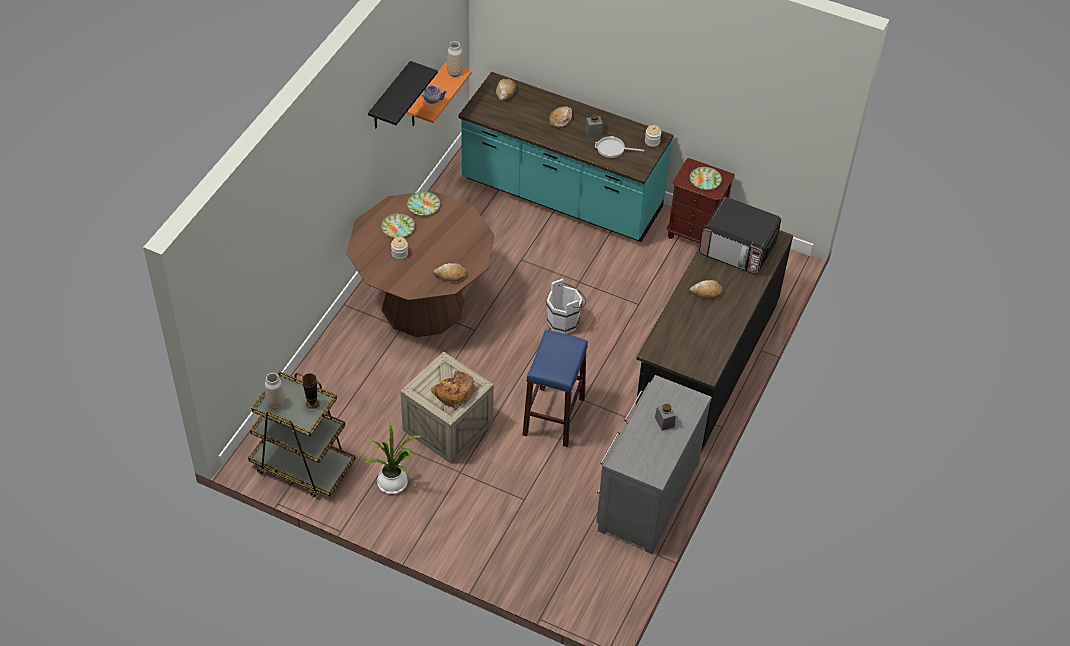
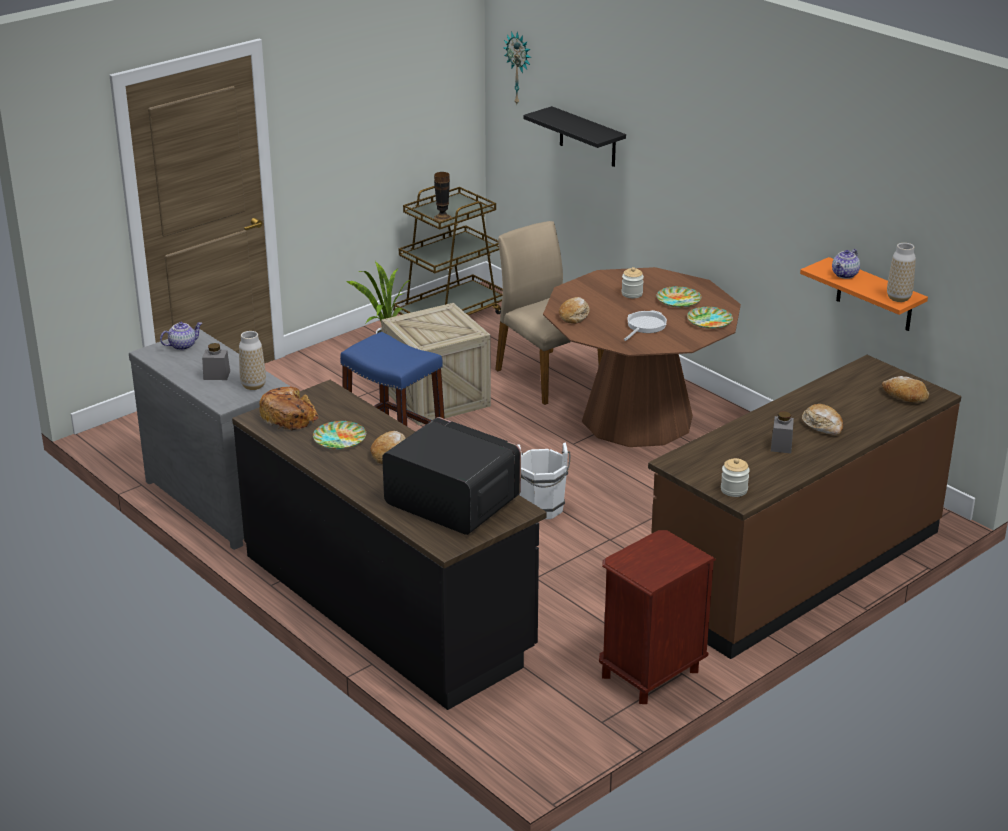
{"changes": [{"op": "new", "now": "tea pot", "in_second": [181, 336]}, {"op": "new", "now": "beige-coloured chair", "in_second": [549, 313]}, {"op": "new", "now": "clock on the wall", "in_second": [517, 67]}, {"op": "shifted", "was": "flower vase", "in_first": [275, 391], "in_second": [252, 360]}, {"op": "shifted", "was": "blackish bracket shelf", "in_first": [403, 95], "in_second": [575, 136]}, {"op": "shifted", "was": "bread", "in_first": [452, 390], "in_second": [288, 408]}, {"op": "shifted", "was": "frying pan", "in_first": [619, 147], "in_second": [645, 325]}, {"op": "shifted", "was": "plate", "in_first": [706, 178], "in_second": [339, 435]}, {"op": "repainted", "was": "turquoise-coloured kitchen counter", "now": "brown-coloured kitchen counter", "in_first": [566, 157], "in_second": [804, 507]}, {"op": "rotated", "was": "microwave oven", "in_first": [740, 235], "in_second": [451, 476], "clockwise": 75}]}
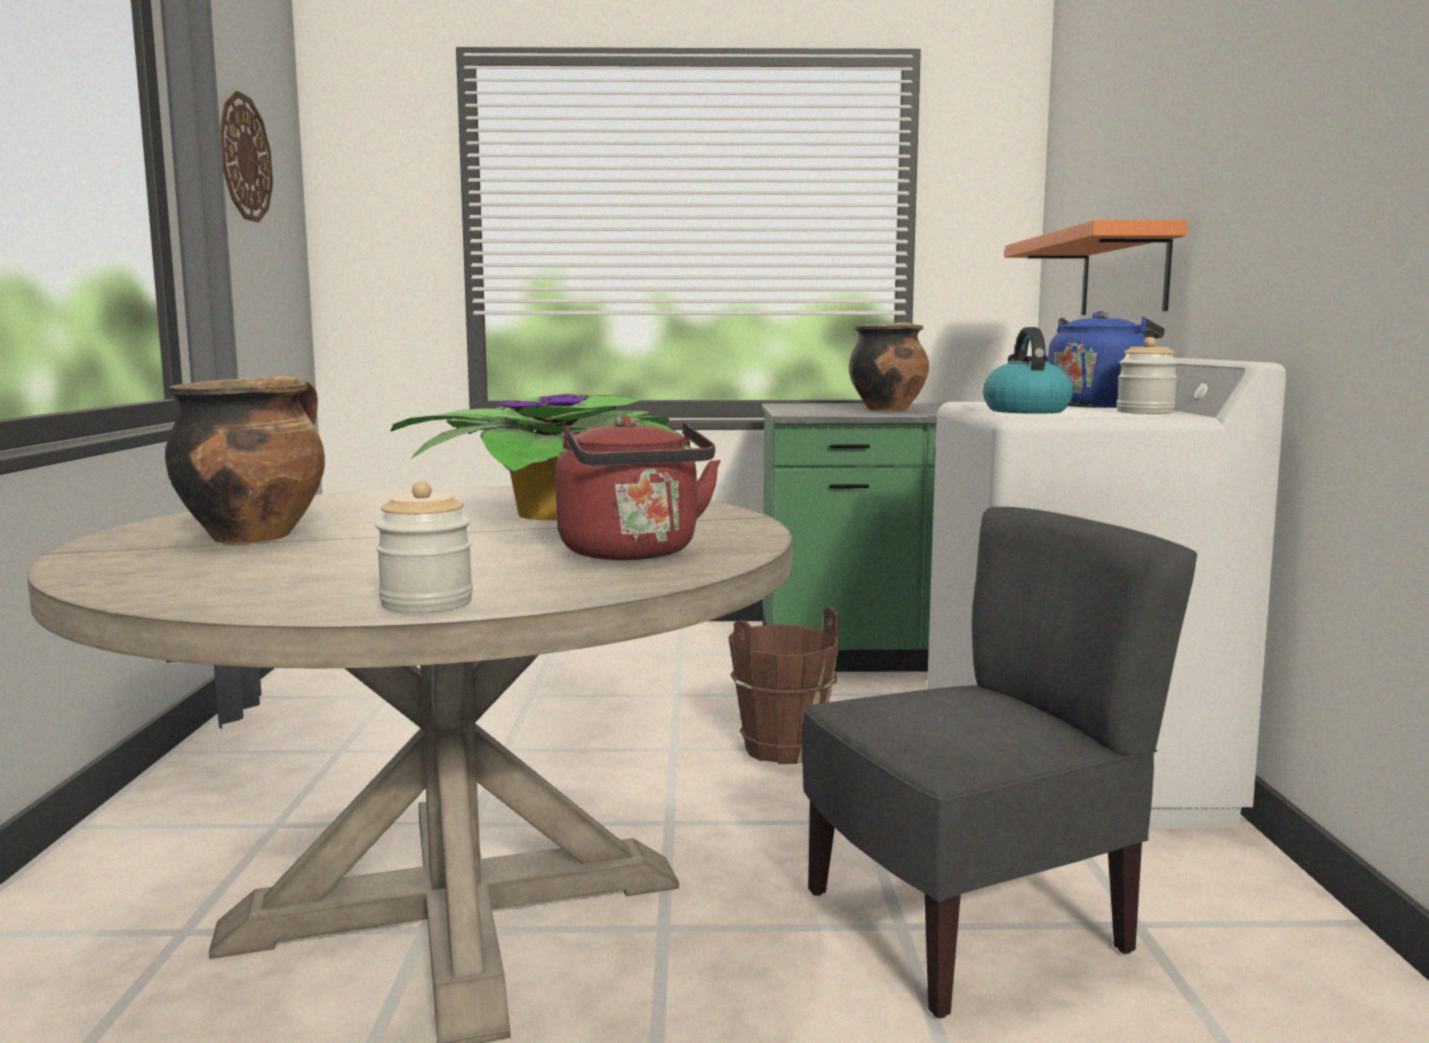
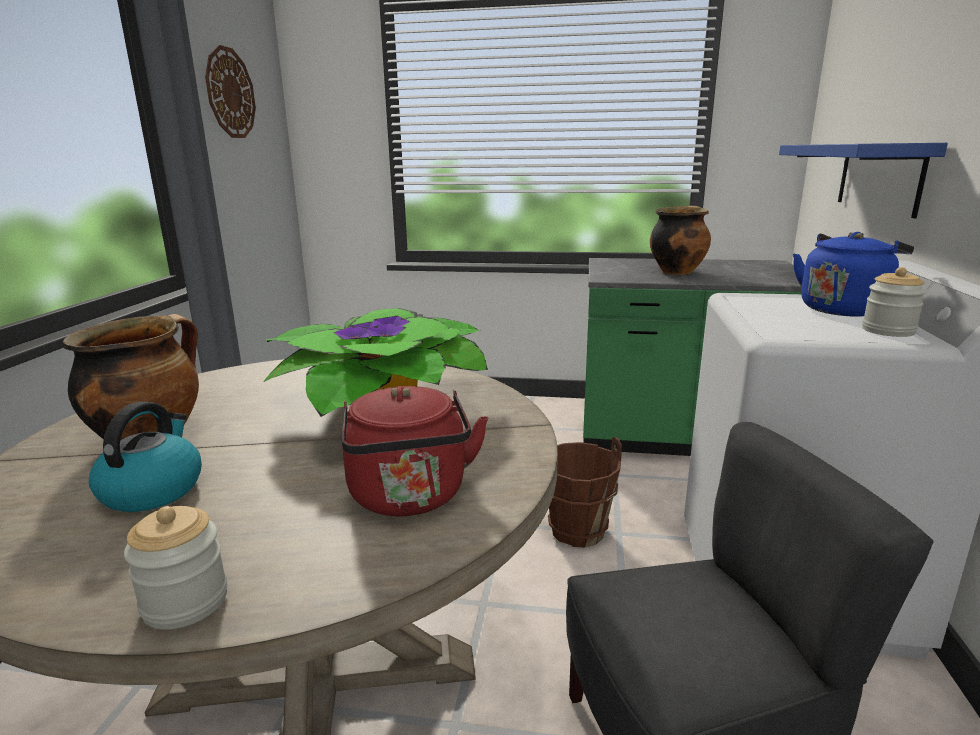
{"changes": [{"op": "shifted", "was": "tea kettle", "in_first": [1028, 370], "in_second": [145, 456]}, {"op": "repainted", "was": "orangey bracket shelf", "now": "blue bracket shelf", "in_first": [1096, 267], "in_second": [863, 180]}]}
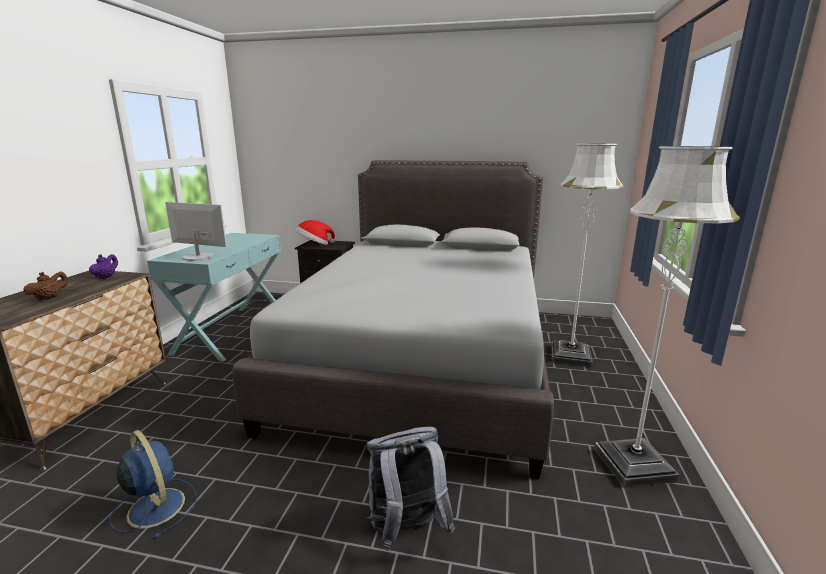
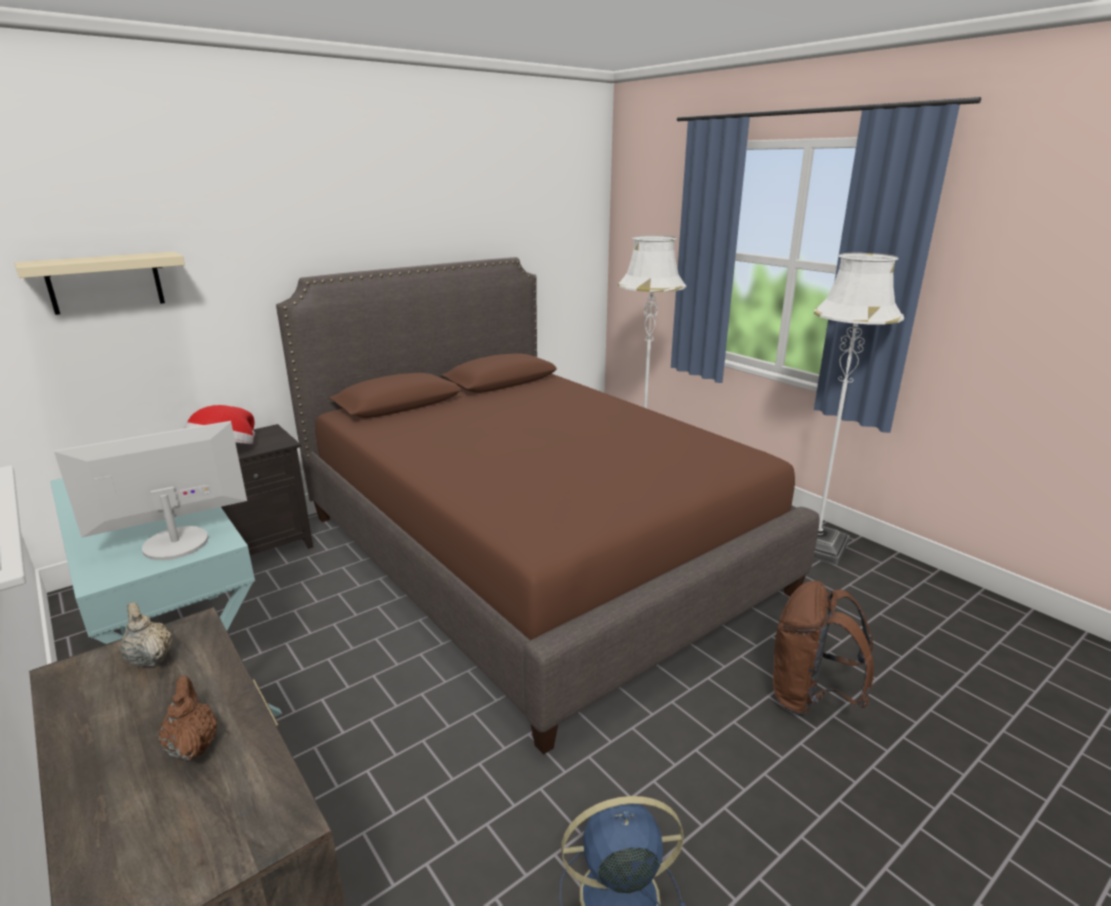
{"changes": [{"op": "new", "now": "beige-coloured bracket shelf", "in_second": [99, 283]}, {"op": "repainted", "was": "purple tea pot", "now": "beige-coloured tea pot", "in_first": [103, 266], "in_second": [146, 634]}, {"op": "repainted", "was": "grey sleeping bed", "now": "brown-coloured sleeping bed", "in_first": [393, 319], "in_second": [548, 506]}, {"op": "repainted", "was": "grey backpack", "now": "brown-coloured backpack", "in_first": [410, 489], "in_second": [823, 648]}]}
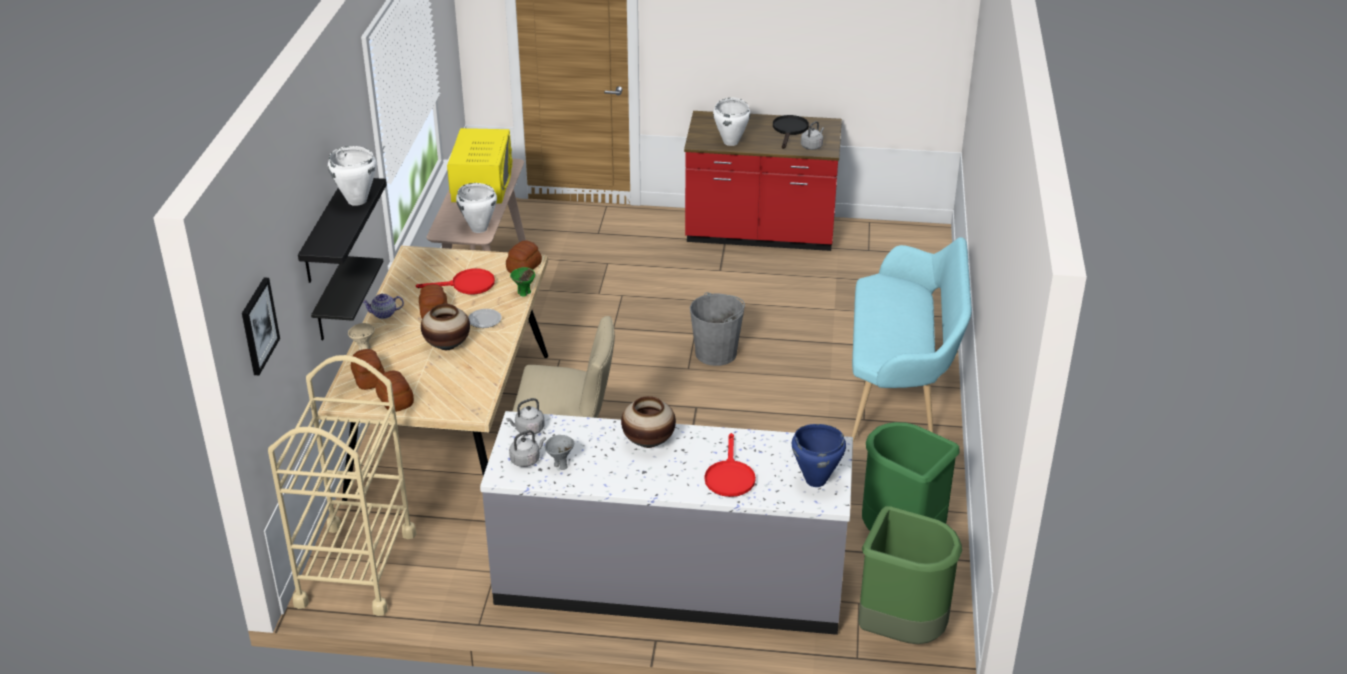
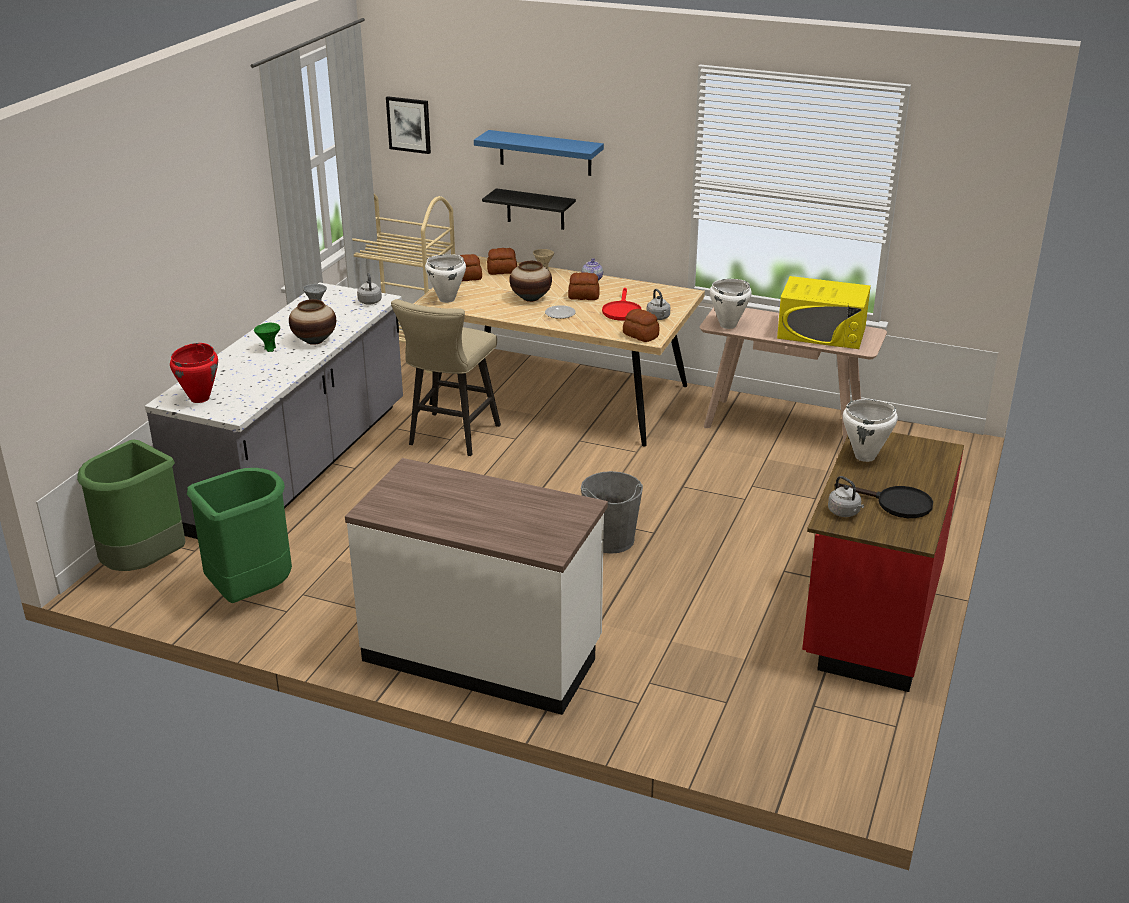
{"changes": [{"op": "gone", "was": "reddish frying pan", "in_first": [730, 465]}, {"op": "shifted", "was": "white saucepot", "in_first": [352, 176], "in_second": [445, 278]}, {"op": "shifted", "was": "grey tea kettle", "in_first": [527, 448], "in_second": [658, 304]}, {"op": "shifted", "was": "green bowl", "in_first": [522, 282], "in_second": [267, 337]}, {"op": "swapped", "was": "turquoise-coloured indoor bench", "now": "white kitchen counter", "in_first": [911, 339], "in_second": [476, 586]}, {"op": "repainted", "was": "blackish bracket shelf", "now": "blue bracket shelf", "in_first": [342, 230], "in_second": [539, 153]}, {"op": "repainted", "was": "blue saucepot", "now": "reddish saucepot", "in_first": [819, 455], "in_second": [194, 373]}]}
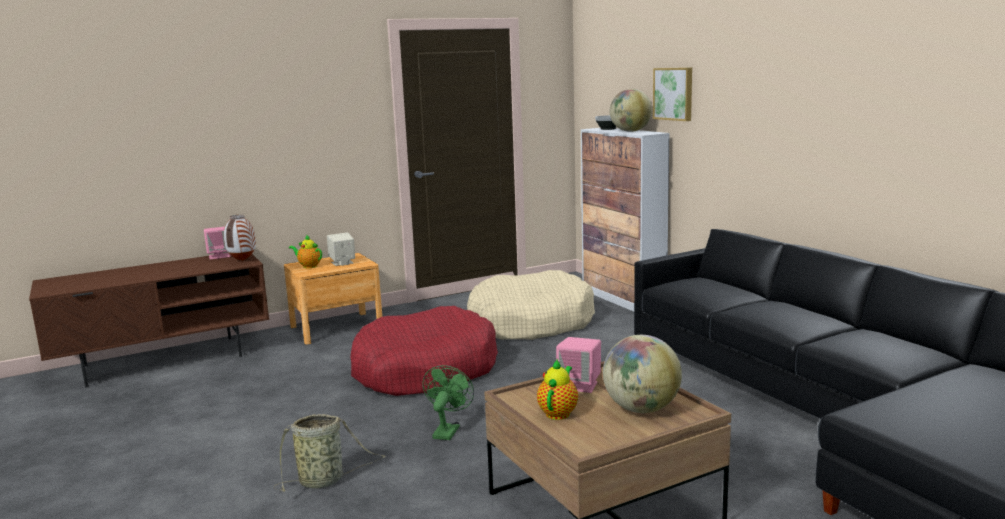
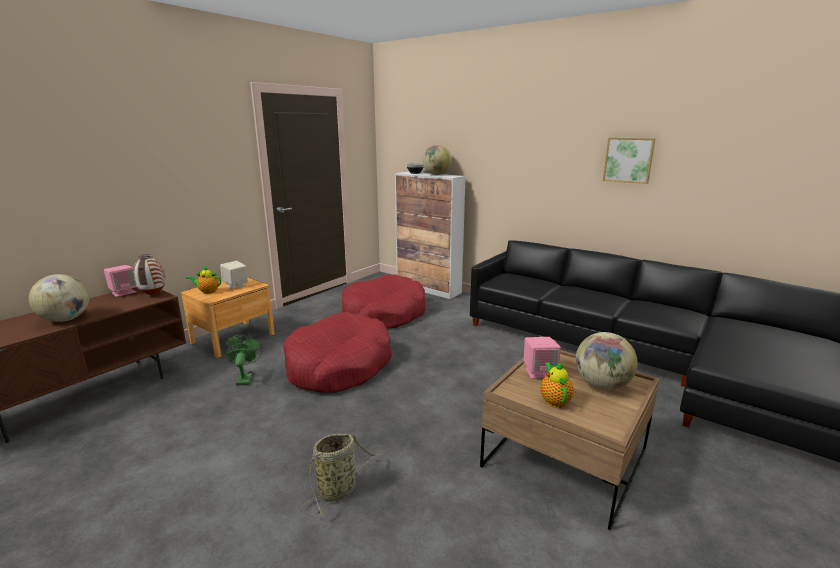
{"changes": [{"op": "new", "now": "globe", "in_second": [59, 298]}, {"op": "shifted", "was": "green electric fan", "in_first": [448, 402], "in_second": [242, 360]}, {"op": "shifted", "was": "wall art", "in_first": [672, 94], "in_second": [629, 161]}, {"op": "repainted", "was": "beige-coloured dog bed", "now": "reddish dog bed", "in_first": [531, 305], "in_second": [384, 301]}]}
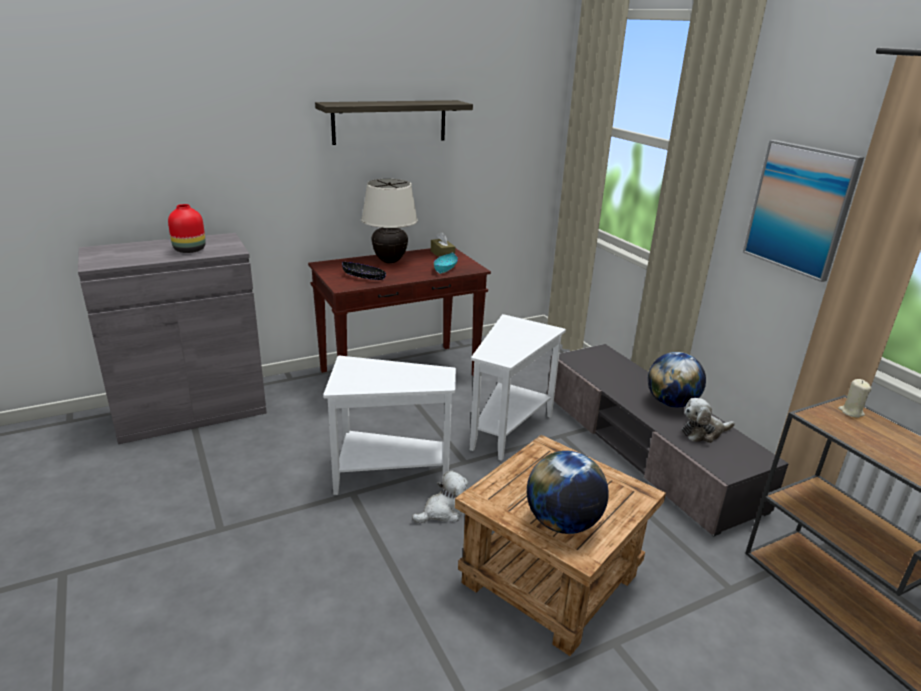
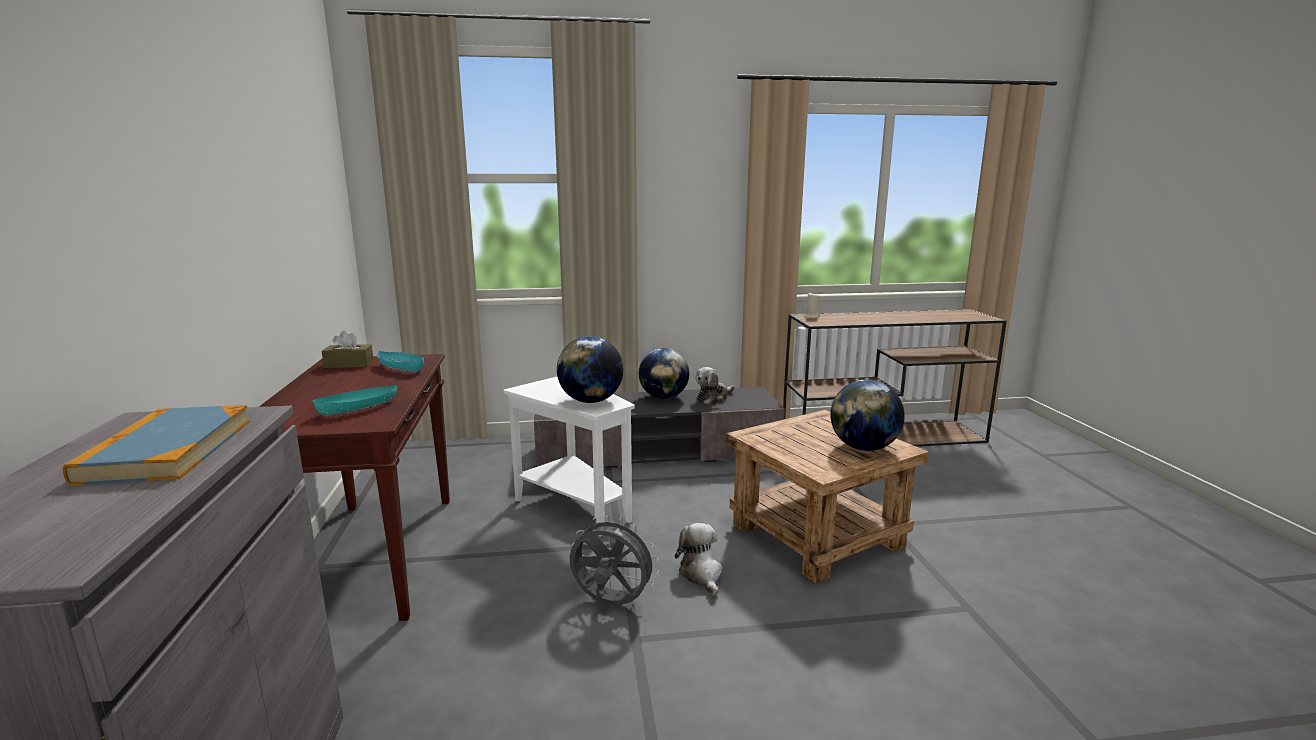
{"changes": [{"op": "gone", "was": "bracket shelf", "in_first": [394, 122]}, {"op": "gone", "was": "beige-coloured lamp for a table", "in_first": [389, 221]}, {"op": "gone", "was": "wall art", "in_first": [803, 211]}, {"op": "new", "now": "globe", "in_second": [590, 369]}, {"op": "swapped", "was": "reddish flower vase", "now": "bound book", "in_first": [187, 228], "in_second": [156, 445]}, {"op": "swapped", "was": "white accent table", "now": "grey electric fan", "in_first": [389, 425], "in_second": [614, 560]}, {"op": "repainted", "was": "blackish bowl", "now": "turquoise-coloured bowl", "in_first": [364, 271], "in_second": [354, 400]}, {"op": "rotated", "was": "plush toy", "in_first": [708, 420], "in_second": [714, 385], "clockwise": 45}]}
